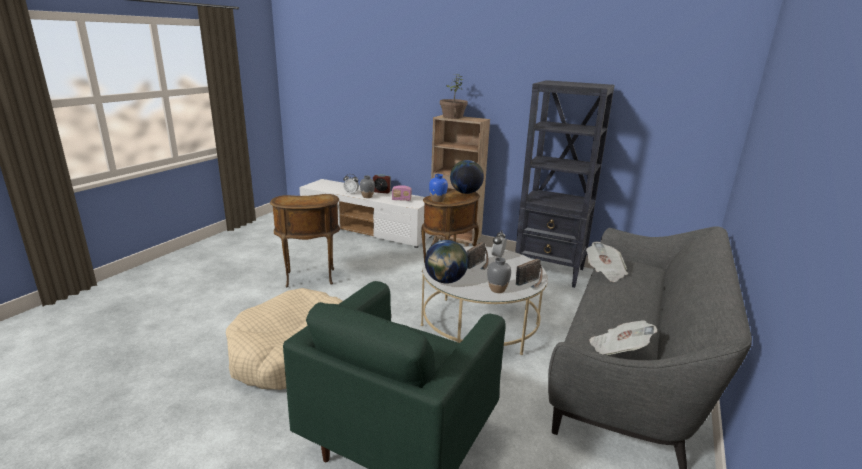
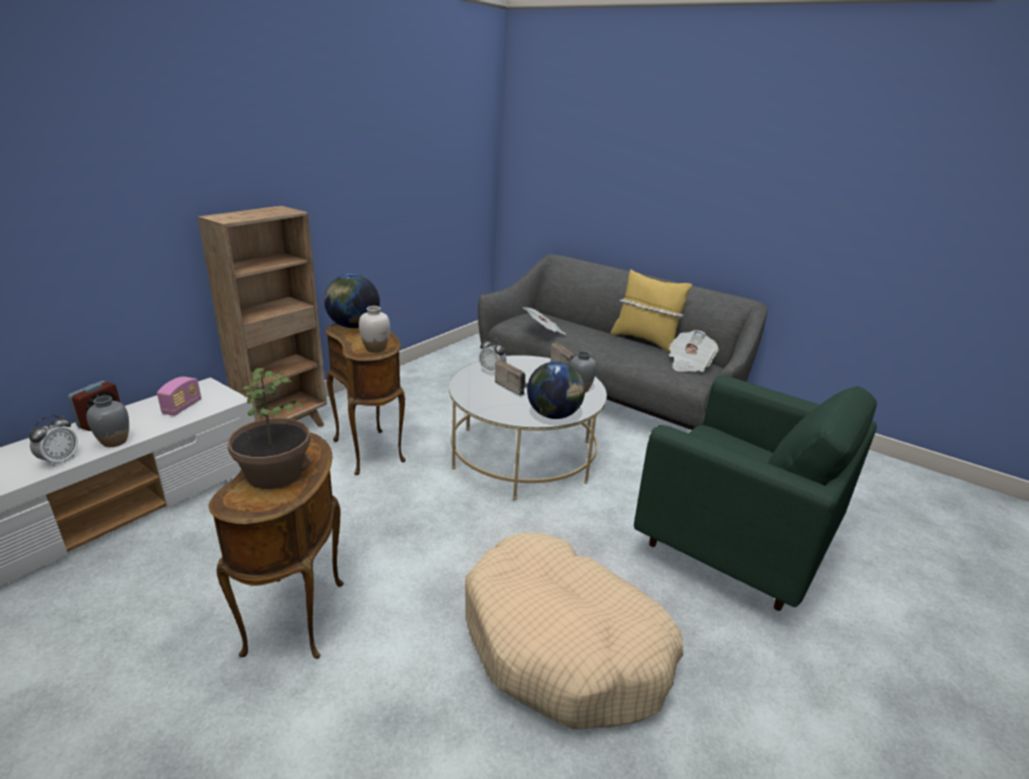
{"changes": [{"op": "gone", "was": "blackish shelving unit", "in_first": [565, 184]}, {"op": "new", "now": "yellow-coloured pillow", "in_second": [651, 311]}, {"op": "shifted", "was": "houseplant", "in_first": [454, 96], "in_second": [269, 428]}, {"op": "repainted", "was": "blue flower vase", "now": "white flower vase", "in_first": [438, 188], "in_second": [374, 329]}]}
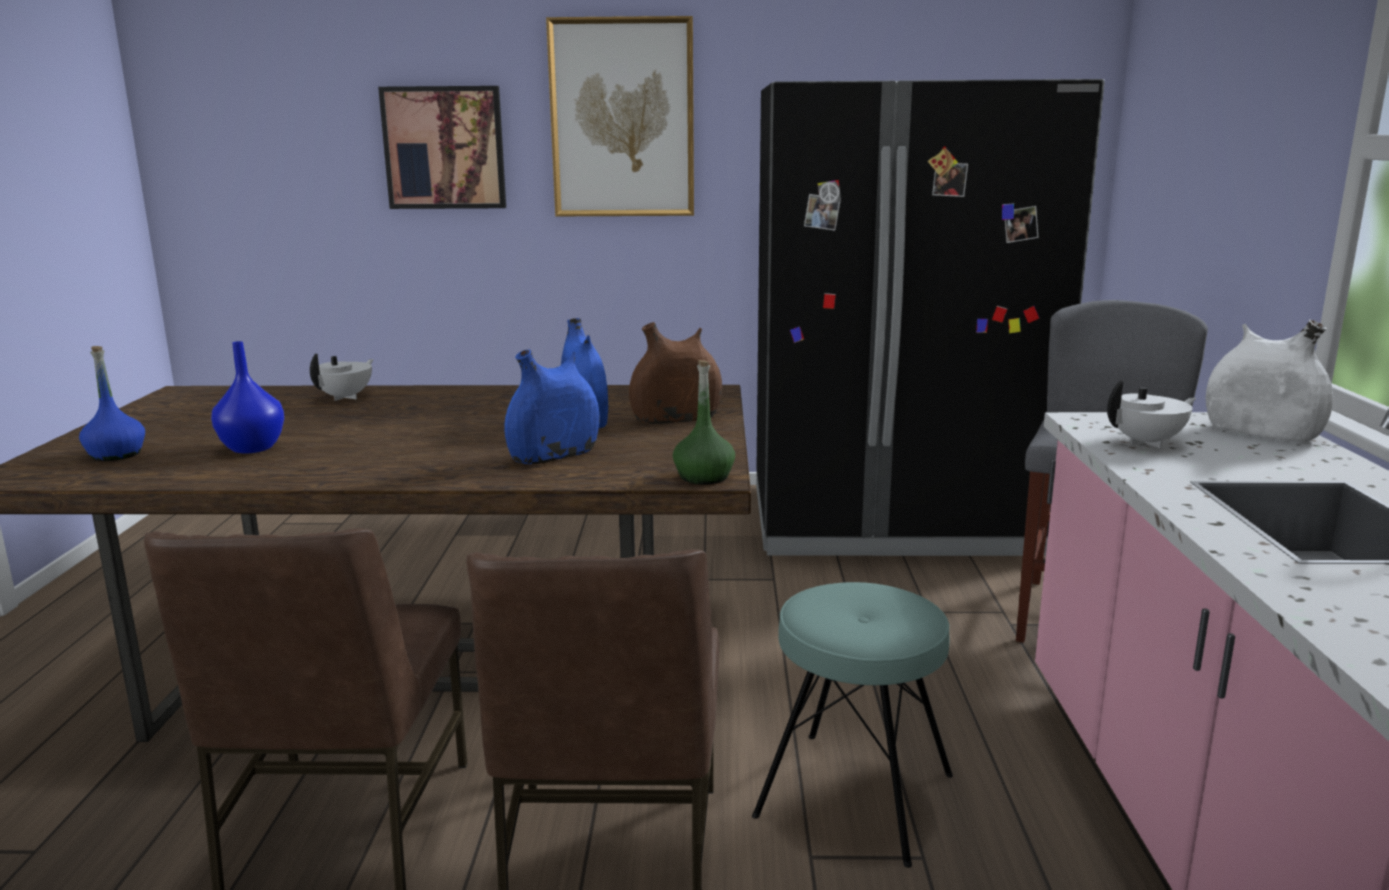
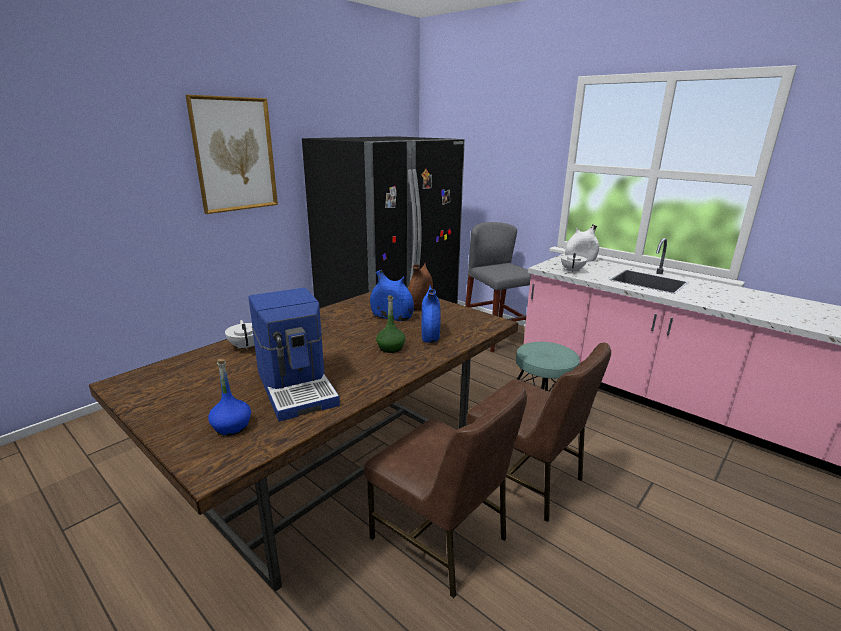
{"changes": [{"op": "gone", "was": "wall art", "in_first": [442, 147]}, {"op": "shifted", "was": "green bottle", "in_first": [704, 422], "in_second": [391, 324]}, {"op": "swapped", "was": "blue flower vase", "now": "coffee brewer", "in_first": [247, 397], "in_second": [294, 355]}]}
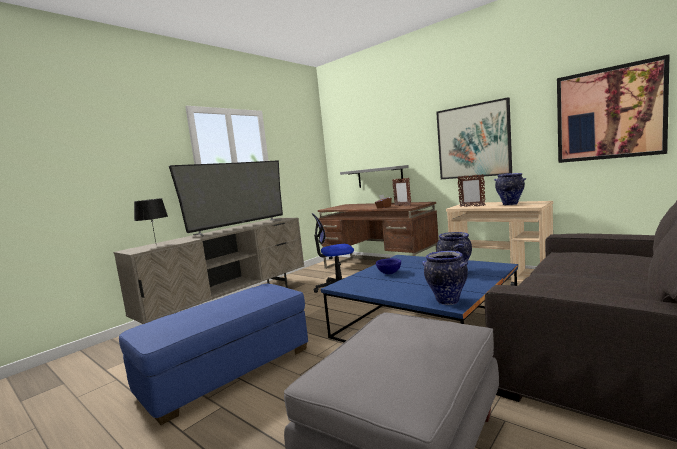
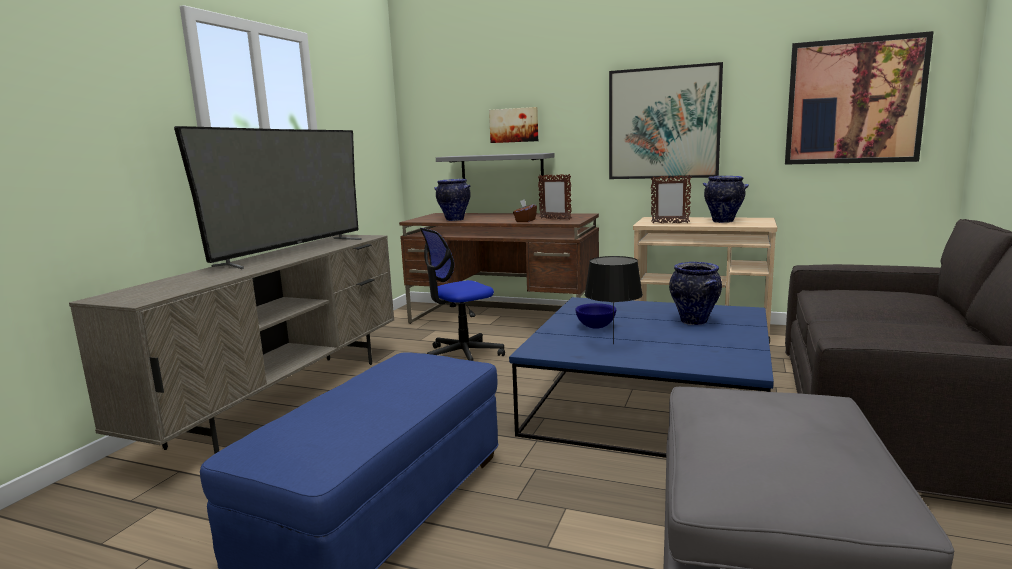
{"changes": [{"op": "new", "now": "wall art", "in_second": [513, 125]}, {"op": "shifted", "was": "blackish lamp for a table", "in_first": [151, 222], "in_second": [614, 300]}, {"op": "shifted", "was": "flower vase", "in_first": [445, 278], "in_second": [452, 200]}]}
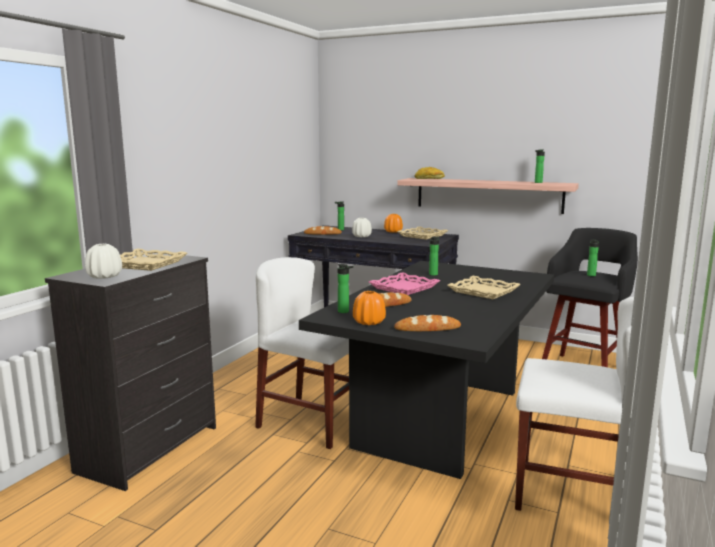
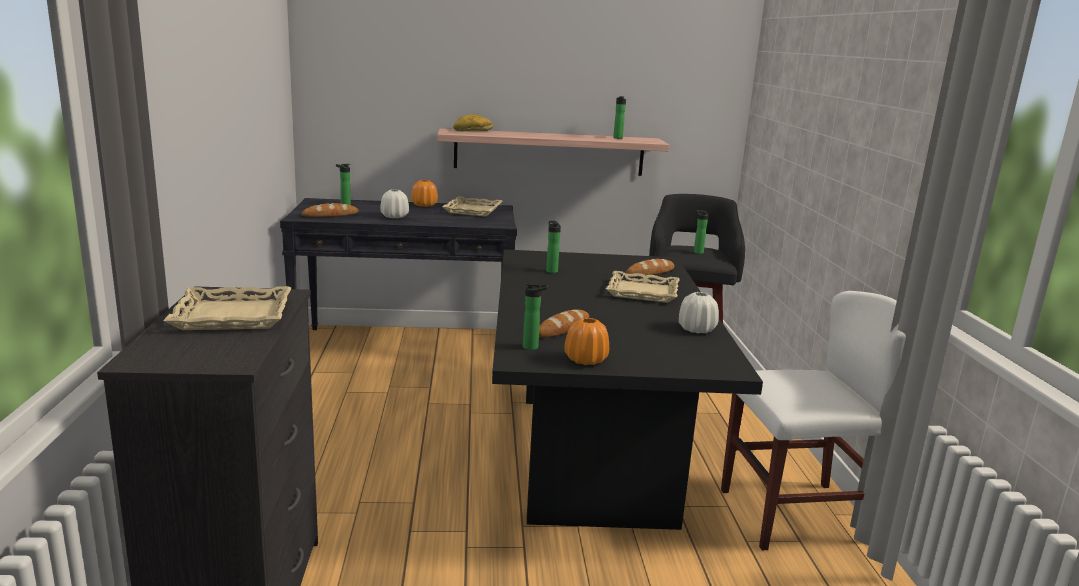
{"changes": [{"op": "gone", "was": "white chair", "in_first": [302, 353]}, {"op": "gone", "was": "pink-coloured carrying tray", "in_first": [404, 283]}, {"op": "shifted", "was": "white flower vase", "in_first": [103, 261], "in_second": [699, 313]}, {"op": "shifted", "was": "bread", "in_first": [427, 323], "in_second": [650, 267]}]}
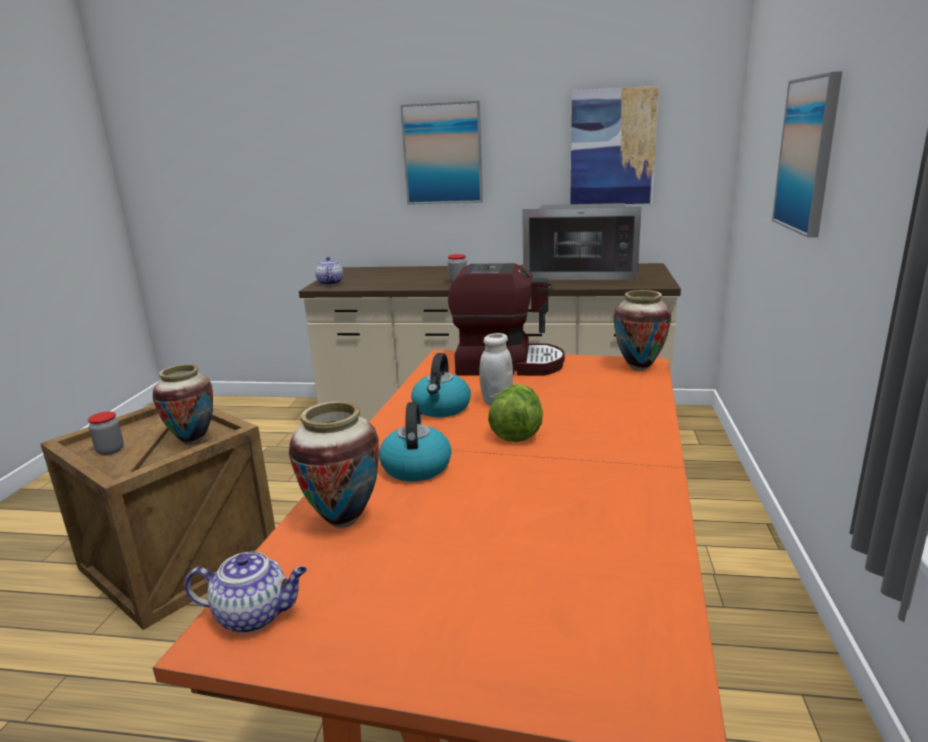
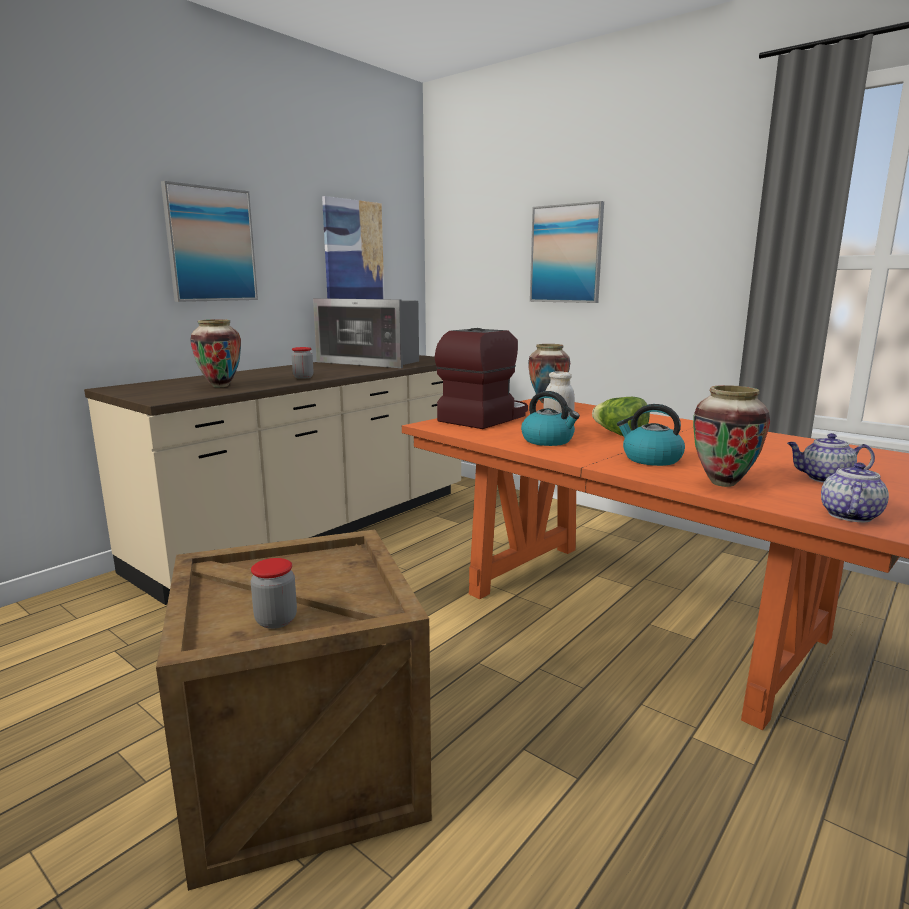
{"changes": [{"op": "shifted", "was": "flower vase", "in_first": [183, 404], "in_second": [215, 353]}, {"op": "shifted", "was": "tea pot", "in_first": [329, 271], "in_second": [831, 458]}, {"op": "rotated", "was": "microwave oven", "in_first": [581, 241], "in_second": [366, 333], "clockwise": 75}]}
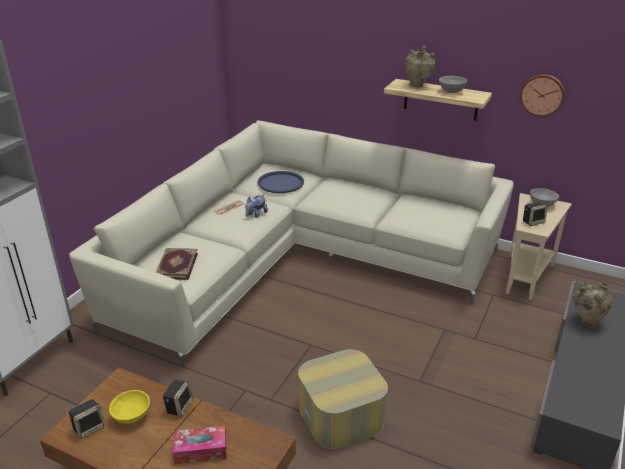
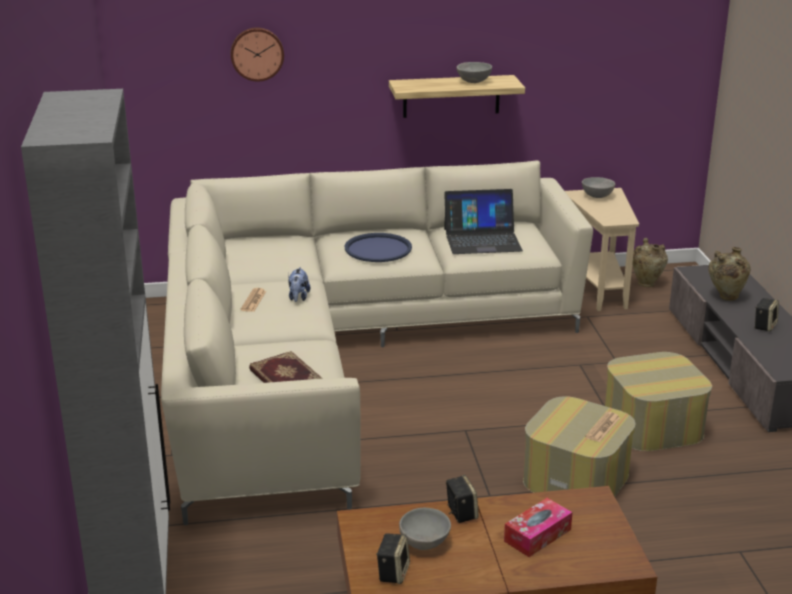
{"changes": [{"op": "new", "now": "notebook computer", "in_second": [483, 221]}, {"op": "new", "now": "printed paper", "in_second": [602, 427]}, {"op": "new", "now": "pouffe", "in_second": [658, 401]}, {"op": "shifted", "was": "blue carrying tray", "in_first": [280, 182], "in_second": [378, 247]}, {"op": "shifted", "was": "beige-coloured flower vase", "in_first": [420, 66], "in_second": [650, 262]}, {"op": "shifted", "was": "clock on the wall", "in_first": [542, 95], "in_second": [257, 54]}, {"op": "shifted", "was": "audio speaker", "in_first": [535, 214], "in_second": [766, 315]}, {"op": "repainted", "was": "yellow-coloured bowl", "now": "grey bowl", "in_first": [129, 407], "in_second": [425, 529]}]}
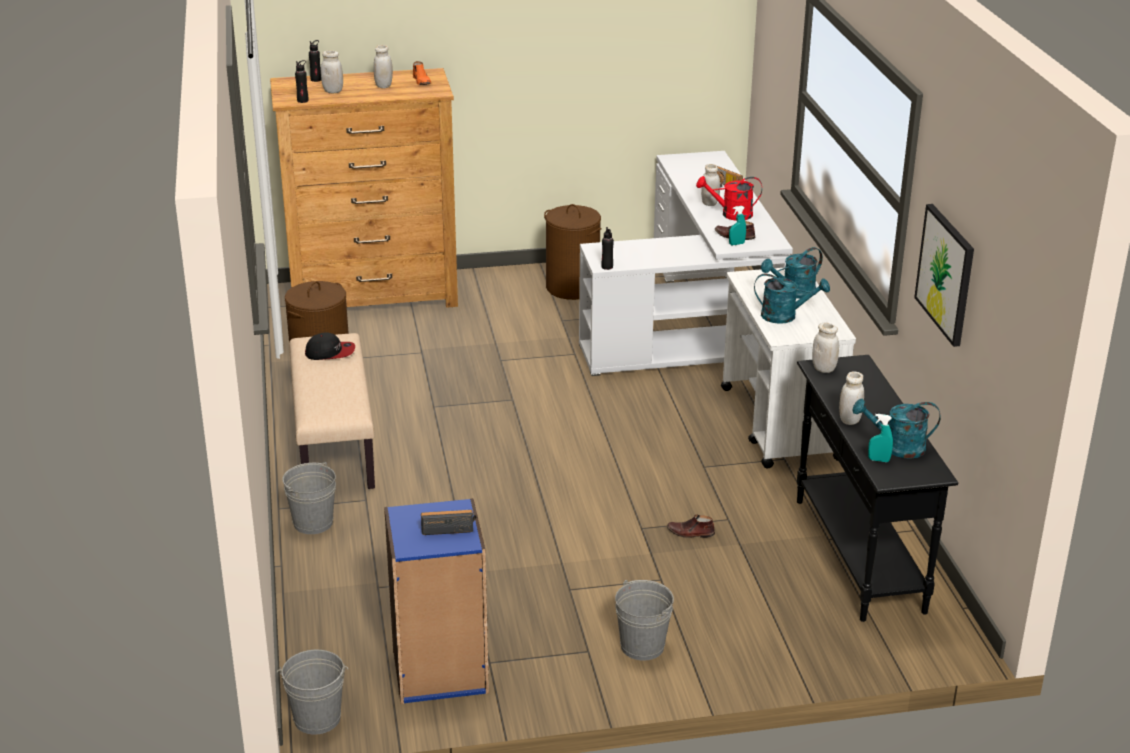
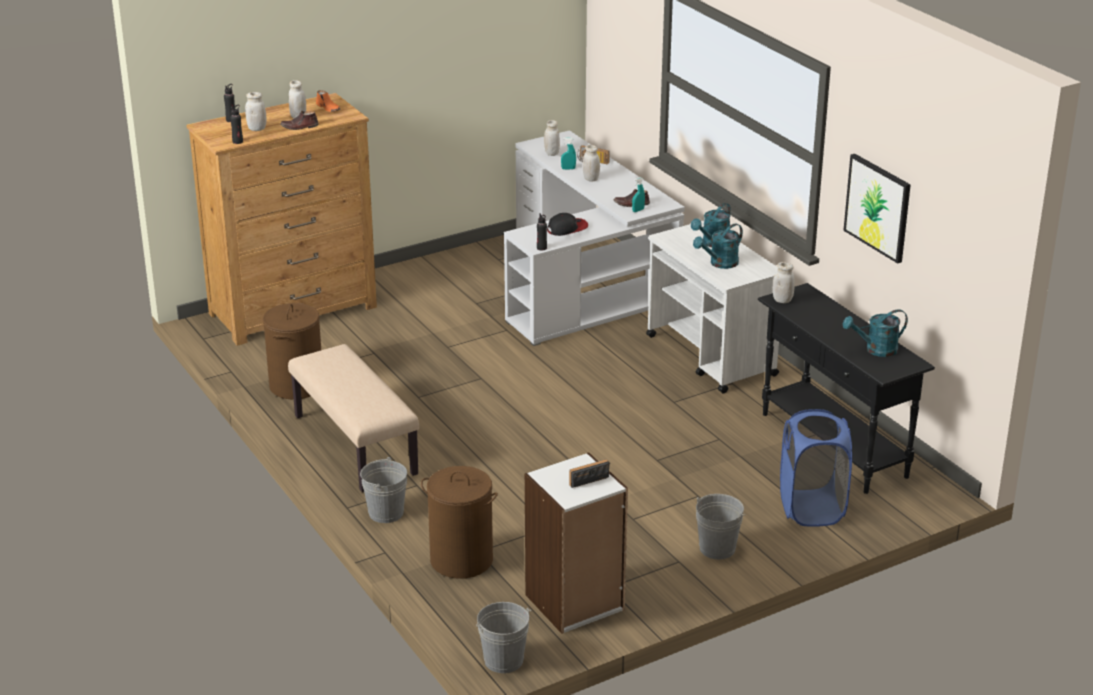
{"changes": [{"op": "gone", "was": "reddish watering can", "in_first": [729, 198]}, {"op": "new", "now": "blue hamper", "in_second": [816, 468]}, {"op": "shifted", "was": "peaked cap", "in_first": [330, 346], "in_second": [567, 224]}, {"op": "shifted", "was": "brown-coloured hamper", "in_first": [573, 252], "in_second": [459, 522]}, {"op": "shifted", "was": "brown-coloured low shoe", "in_first": [691, 526], "in_second": [299, 120]}, {"op": "shifted", "was": "white preserve jar", "in_first": [851, 398], "in_second": [552, 138]}, {"op": "shifted", "was": "turquoise-coloured spray bottle", "in_first": [880, 438], "in_second": [568, 153]}, {"op": "repainted", "was": "blue shelving unit", "now": "white shelving unit", "in_first": [436, 601], "in_second": [576, 543]}, {"op": "rotated", "was": "turquoise-coloured watering can", "in_first": [792, 298], "in_second": [718, 246], "clockwise": 150}]}
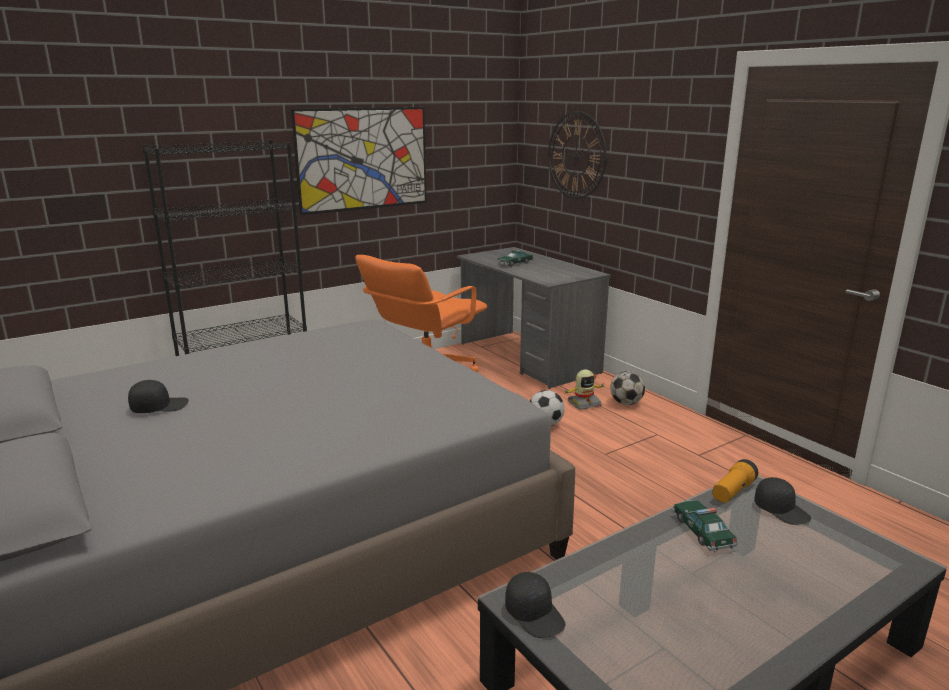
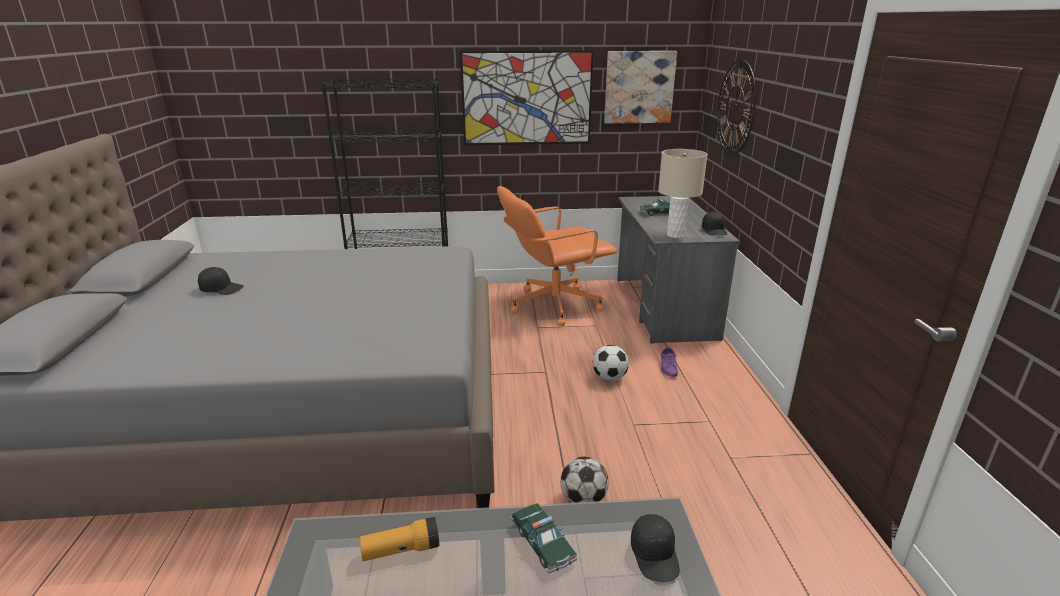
{"changes": [{"op": "new", "now": "wall art", "in_second": [640, 87]}, {"op": "new", "now": "beige-coloured lamp for a table", "in_second": [683, 193]}, {"op": "shifted", "was": "blackish peaked cap", "in_first": [535, 605], "in_second": [714, 223]}, {"op": "shifted", "was": "football ball", "in_first": [627, 388], "in_second": [585, 480]}, {"op": "shifted", "was": "flashlight", "in_first": [735, 481], "in_second": [399, 539]}, {"op": "swapped", "was": "model robot", "now": "purple low shoe", "in_first": [584, 390], "in_second": [669, 361]}, {"op": "rotated", "was": "model car", "in_first": [705, 526], "in_second": [544, 538], "clockwise": 135}]}
